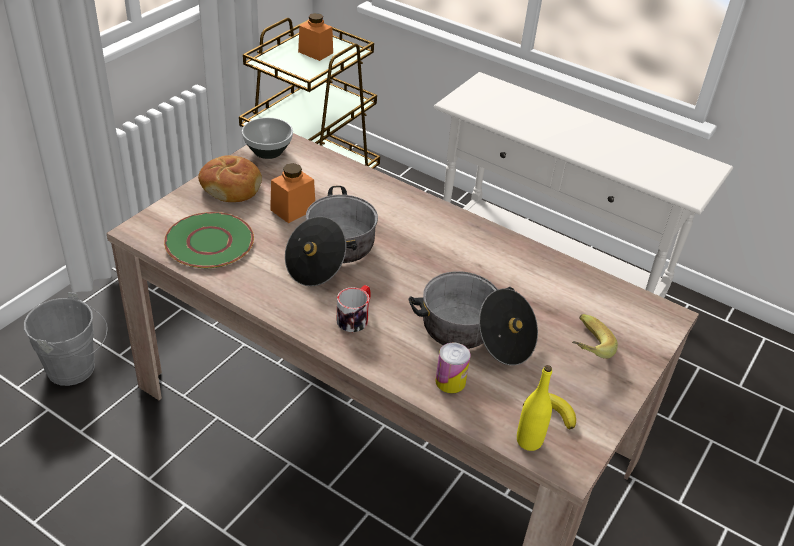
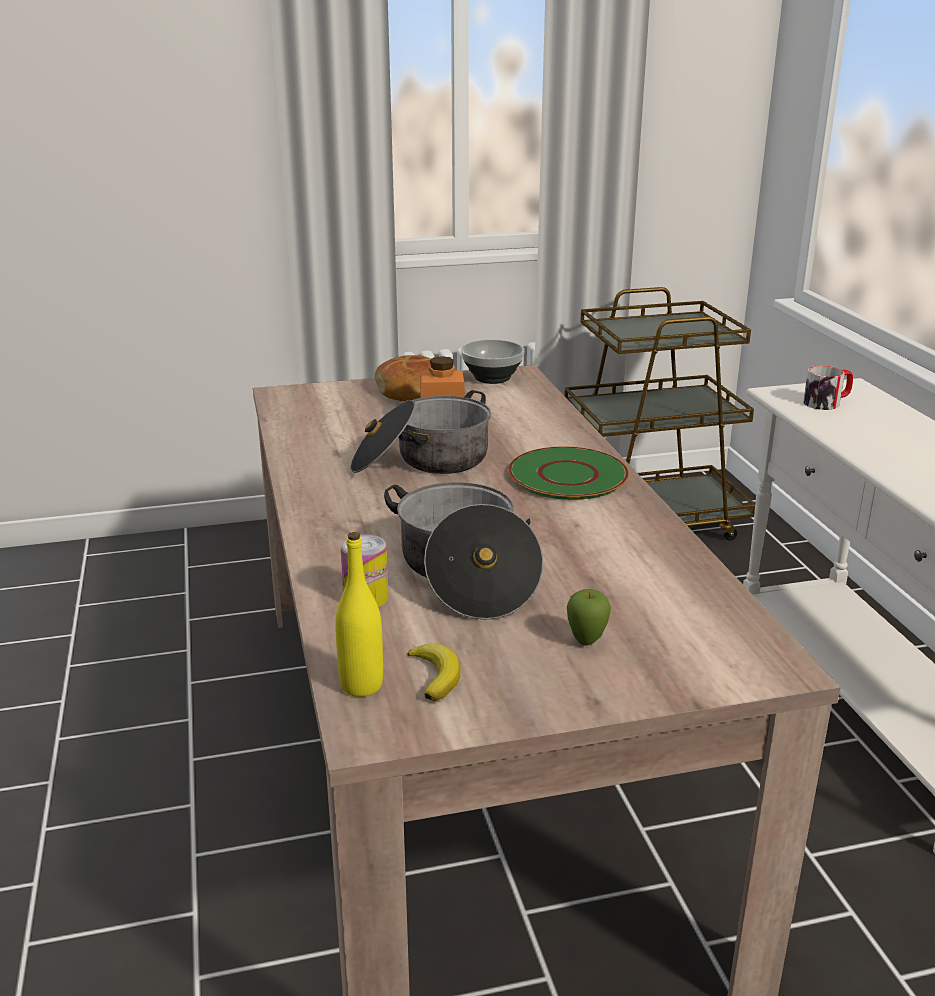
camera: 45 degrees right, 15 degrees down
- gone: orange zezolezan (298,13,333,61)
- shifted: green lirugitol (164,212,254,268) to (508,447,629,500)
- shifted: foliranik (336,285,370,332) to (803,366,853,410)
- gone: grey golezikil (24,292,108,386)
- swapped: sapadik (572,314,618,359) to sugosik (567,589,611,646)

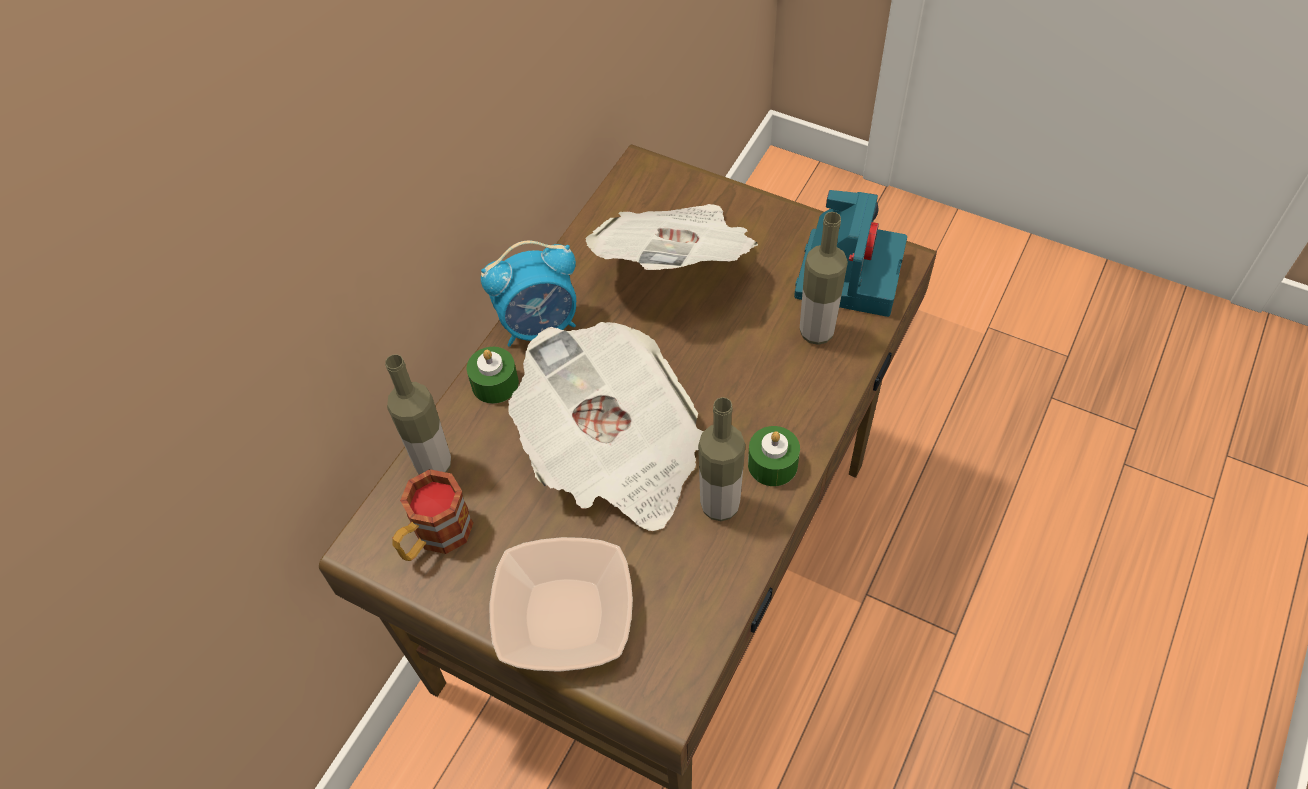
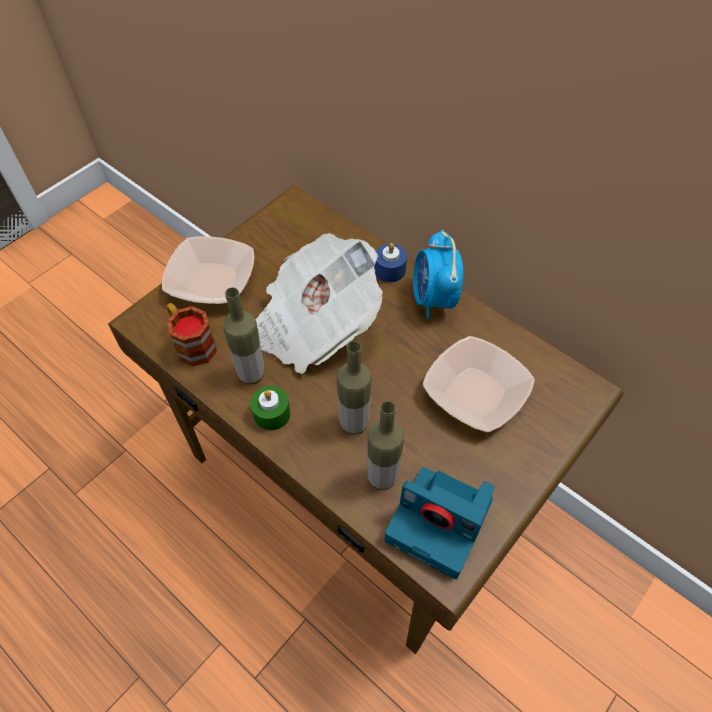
camera: 100 degrees right, 0 degrees up
- swapped: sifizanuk (585,204,758,270) to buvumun (423,336,535,432)
- repainted: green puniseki (467,347,519,404) to blue puniseki (374,243,407,282)
- shifted: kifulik (385,354,451,475) to (337,341,372,435)
- shifted: foliranik (393,469,473,561) to (166,303,217,367)

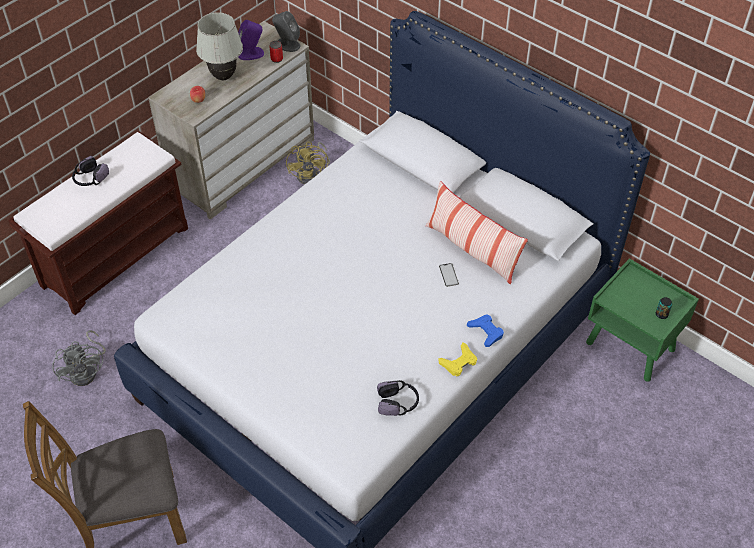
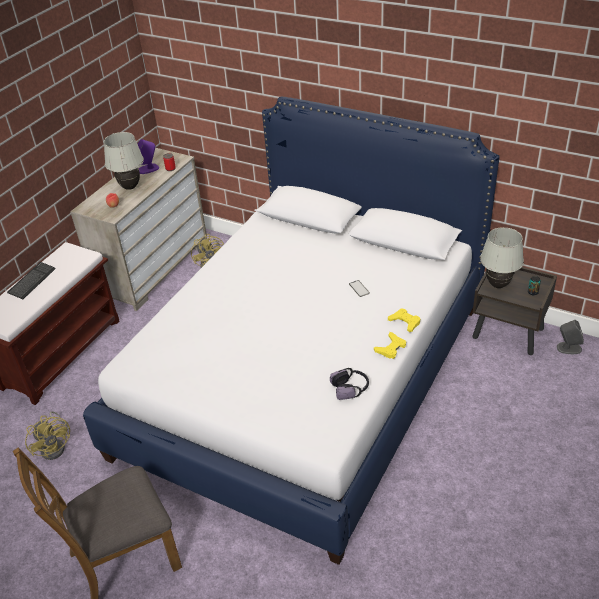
camera: 10 degrees left, 10 degrees down
- shifted: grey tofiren (272,11,301,52) to (557,320,584,354)
- swapped: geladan (72,156,109,186) to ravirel (7,262,56,299)
- gone: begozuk (426,181,528,284)
- repainted: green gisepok (586,258,699,382) to brown gisepok (472,267,557,355)
- repainted: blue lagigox (467,314,504,347) to yellow lagigox (388,308,420,332)
- repainted: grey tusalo (52,330,106,386) to yellow tusalo (25,411,70,460)
- new: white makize (480,227,524,288)

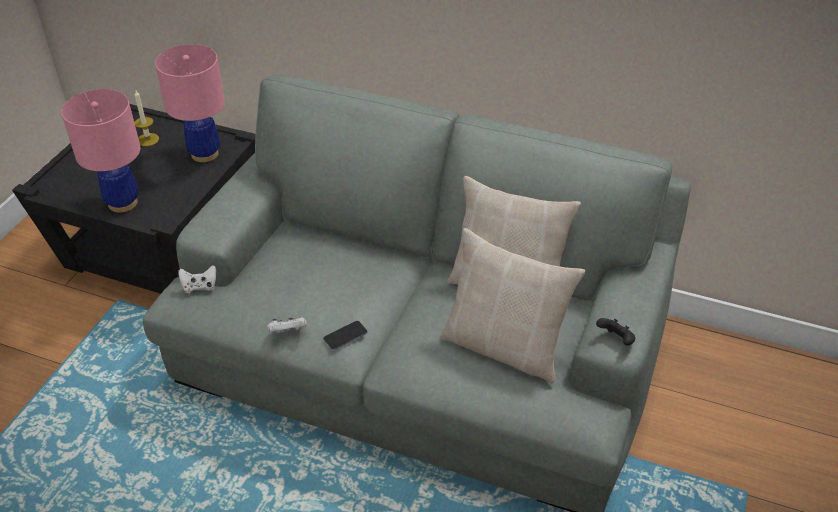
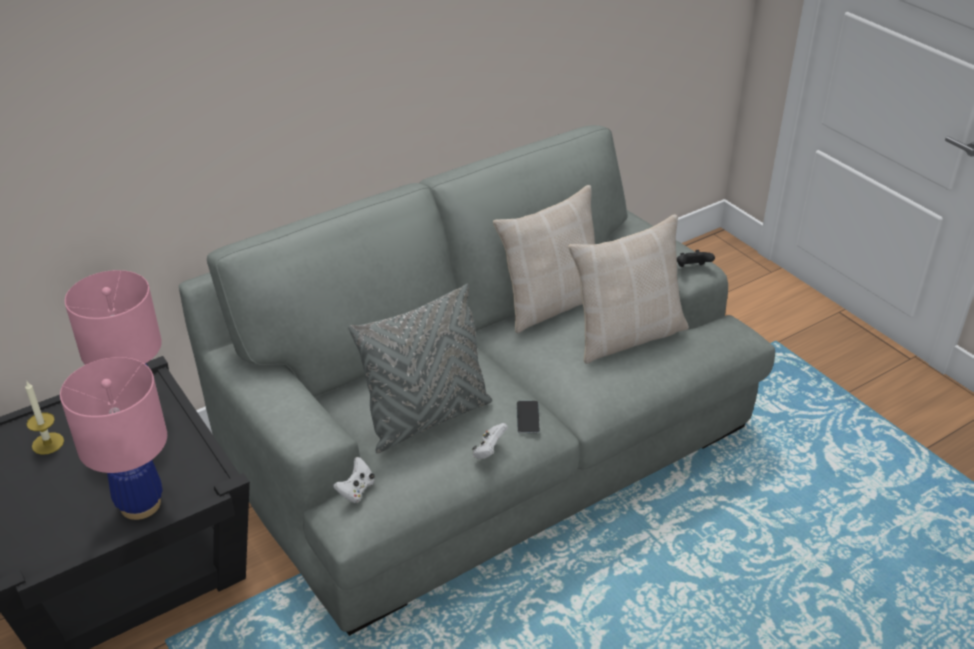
camera: 55 degrees left, 5 degrees down
- new: grey begozuk (348,283,492,453)

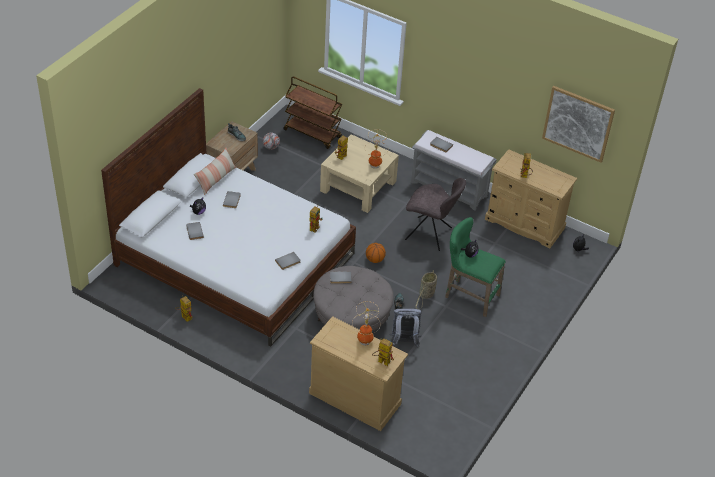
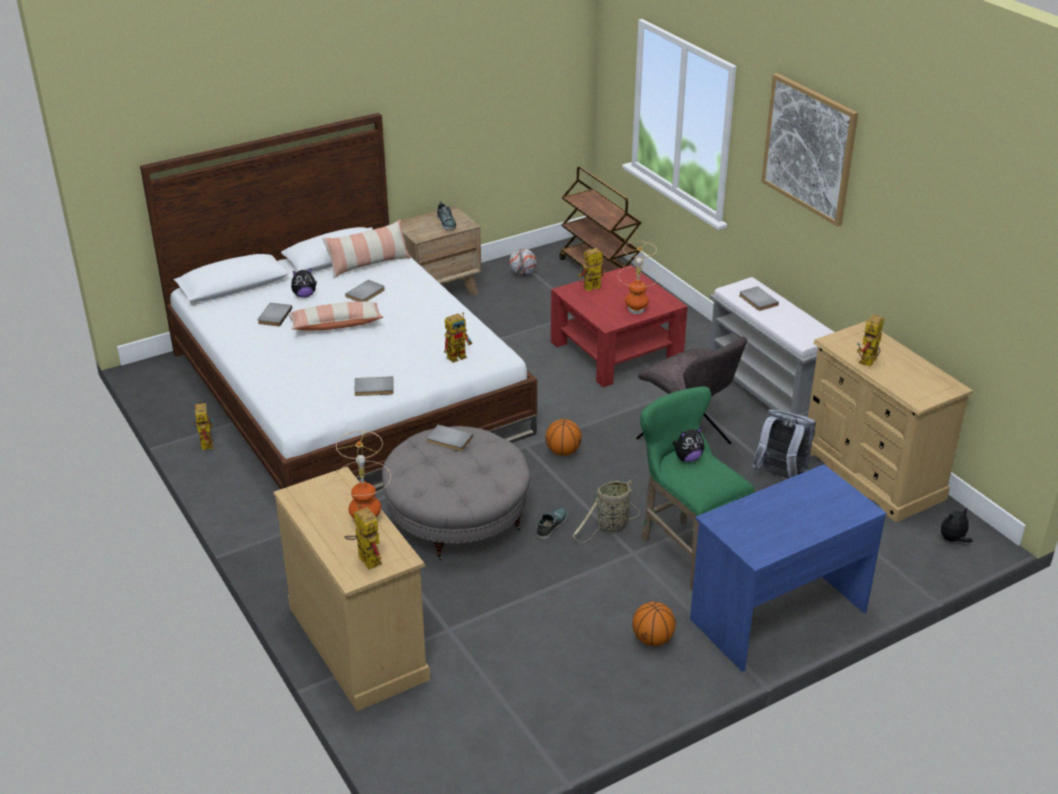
camera: 30 degrees right, 10 degrees down
- shifted: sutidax (542,86,615,163) to (761,73,858,227)
- repainted: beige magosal (320,134,399,213) to red magosal (551,265,688,387)
- shifted: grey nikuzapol (390,309,422,348) to (751,409,816,479)
- new: begozuk (288,302,383,330)
- new: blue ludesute (690,464,886,672)
- new: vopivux (632,602,676,646)

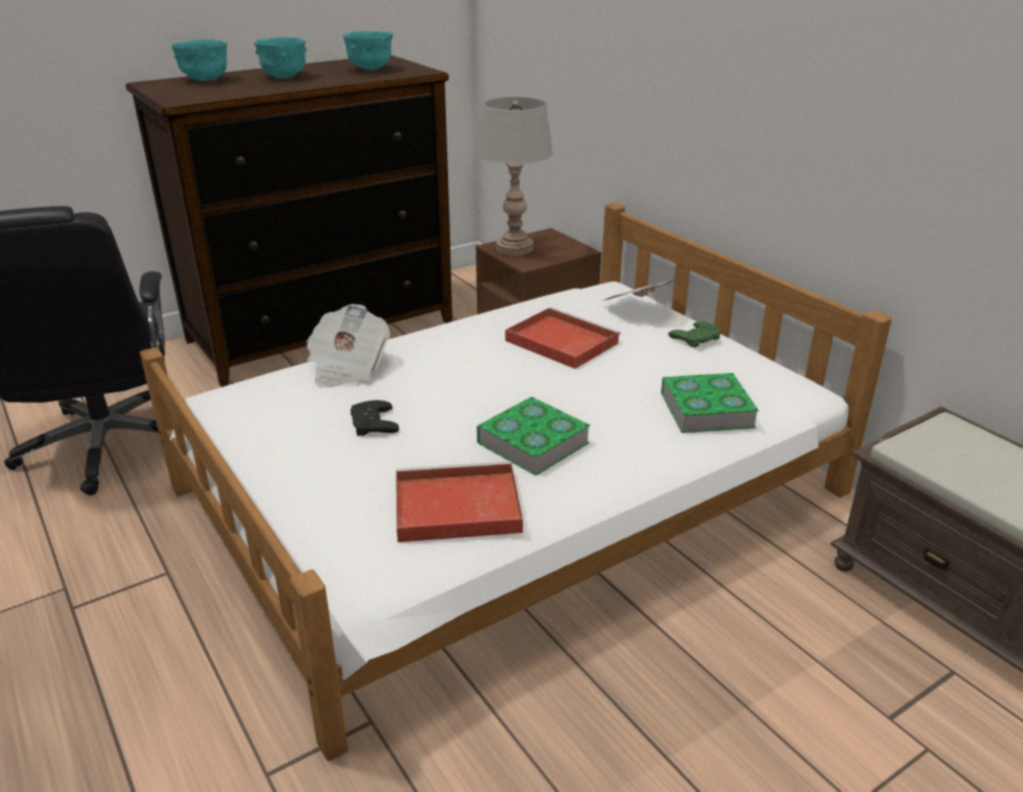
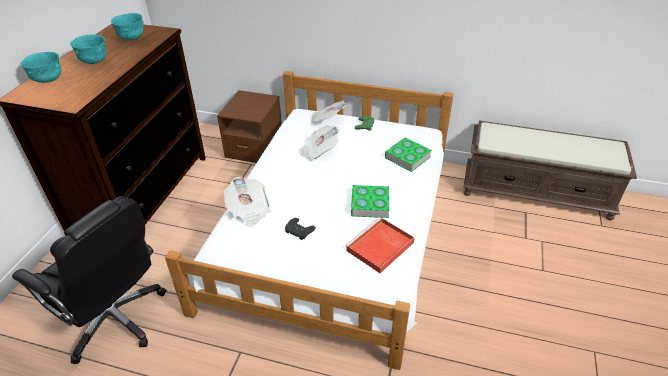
camera: 40 degrees left, 10 degrees up
- gone: grey makize (477,97,553,256)
- swapped: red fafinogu (505,307,621,369) to sifizanuk (298,125,339,161)

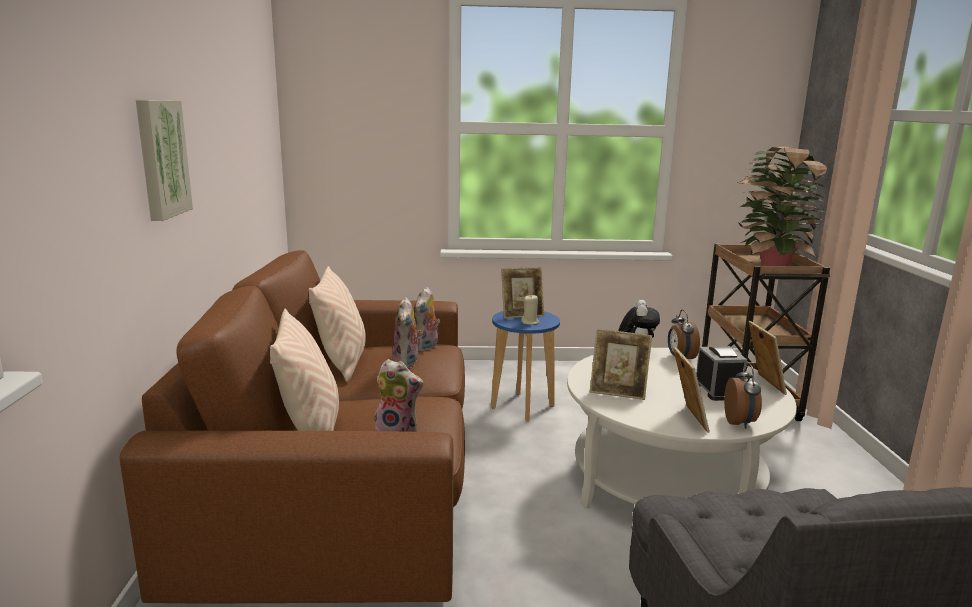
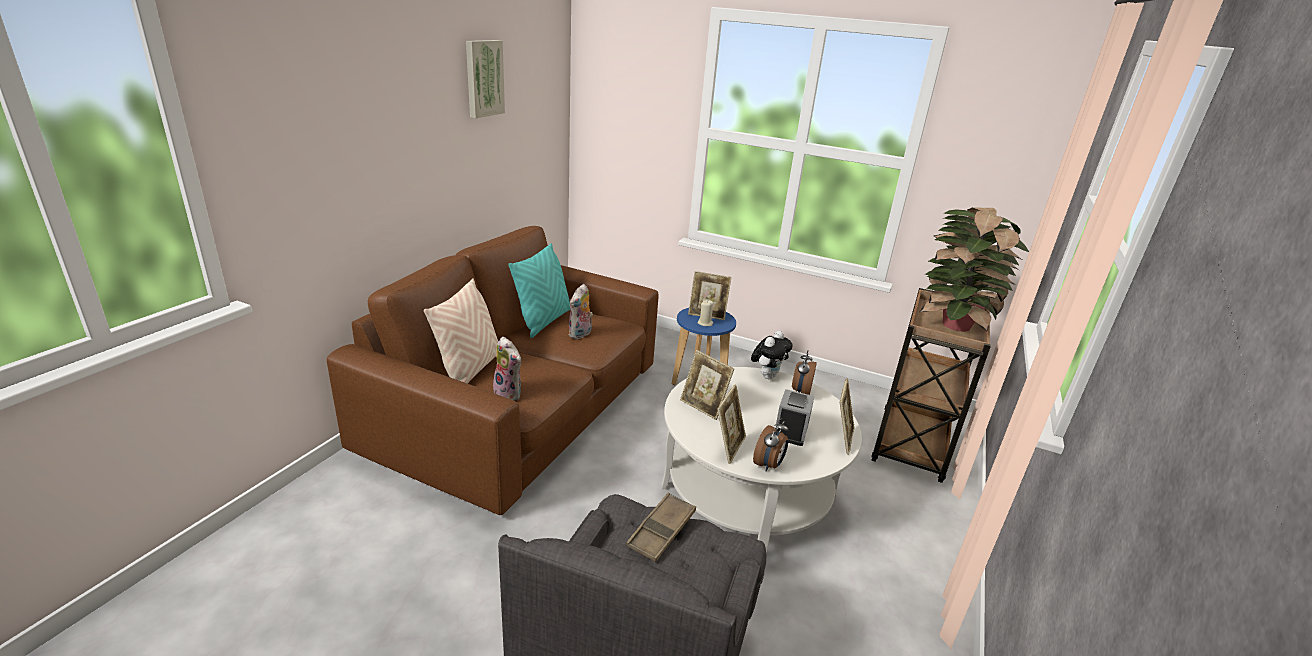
camera: 25 degrees right, 10 degrees up
- shifted: sutidax (136,100,193,221) to (466,40,505,118)
- repainted: beige begozuk (308,266,366,382) to turquoise begozuk (508,243,570,338)
- gone: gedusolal (414,287,440,351)
- new: brown fafinogu (626,493,696,562)

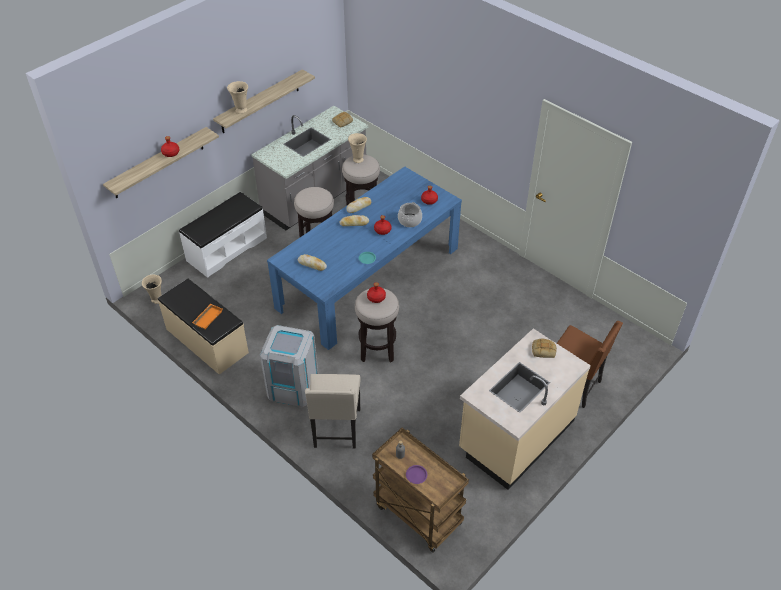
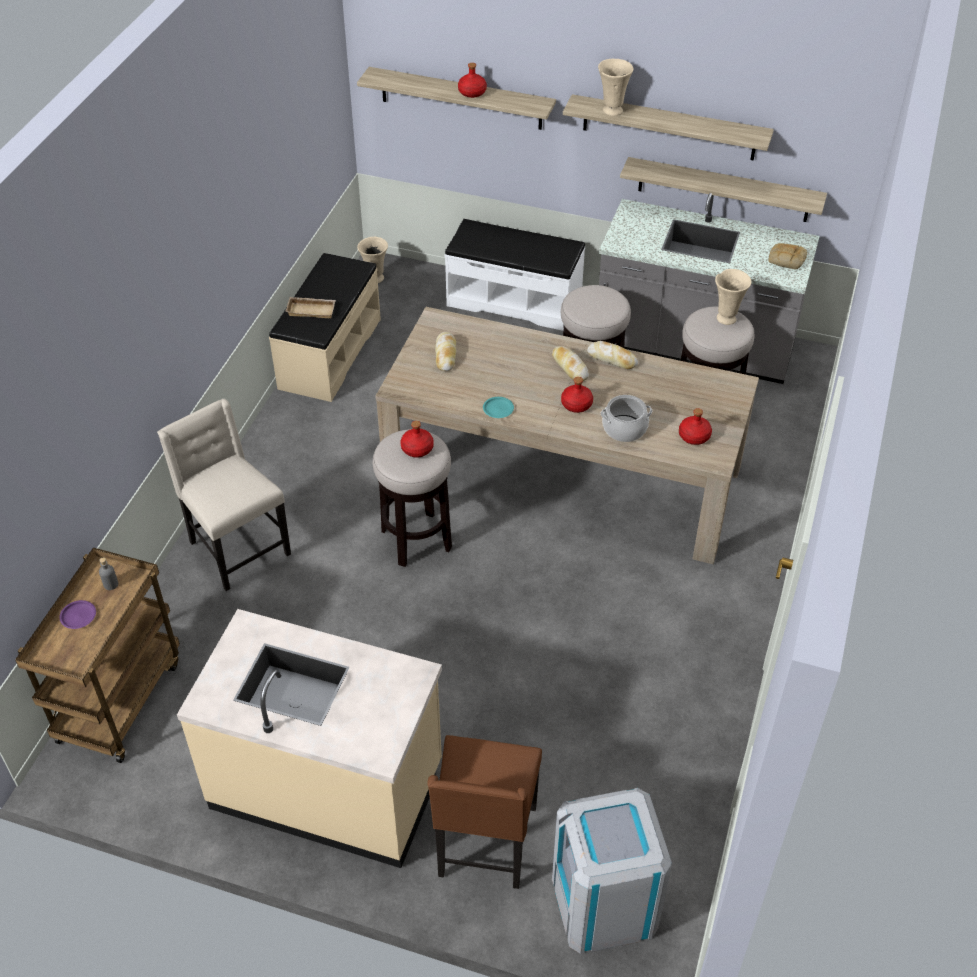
camera: 65 degrees right, 0 degrees up
- repainted: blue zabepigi (267,166,462,350) to beige zabepigi (375,307,759,564)
- repainted: orange fafinogu (192,304,223,329) to beige fafinogu (285,297,336,318)
- shifted: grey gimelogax (260,325,318,407) to (552,788,672,954)
- gone: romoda (532,338,557,358)
- rotated: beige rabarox (305,374,361,449) = (157,399,291,591) 75 degrees clockwise
- new: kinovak (620,157,827,222)

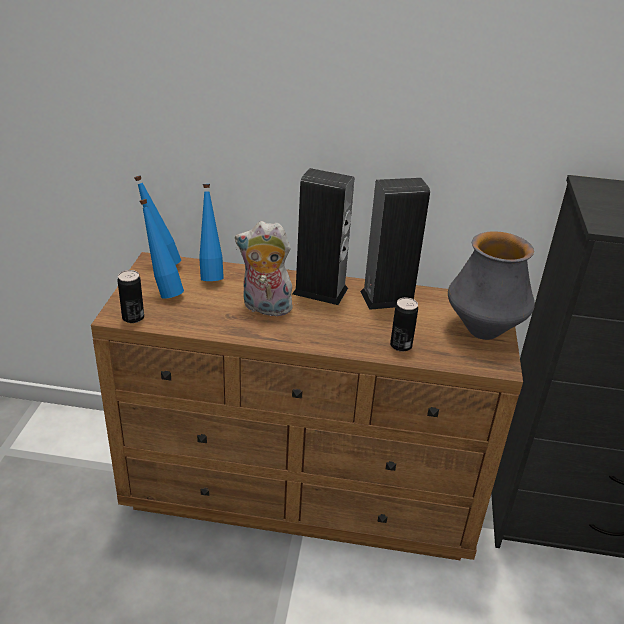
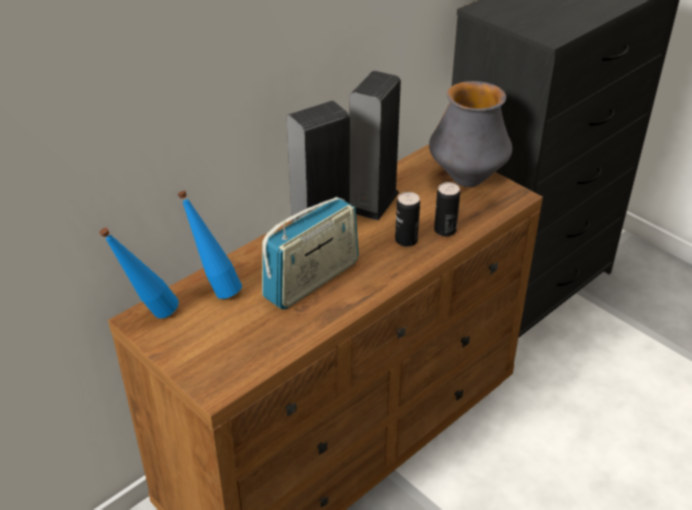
camera: 50 degrees left, 5 degrees up
- gone: blue kifulik (140,199,184,299)
- swapped: gedusolal (235,221,293,316) to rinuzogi (262,197,359,310)
- shifted: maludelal (117,270,144,323) to (395,192,420,247)

